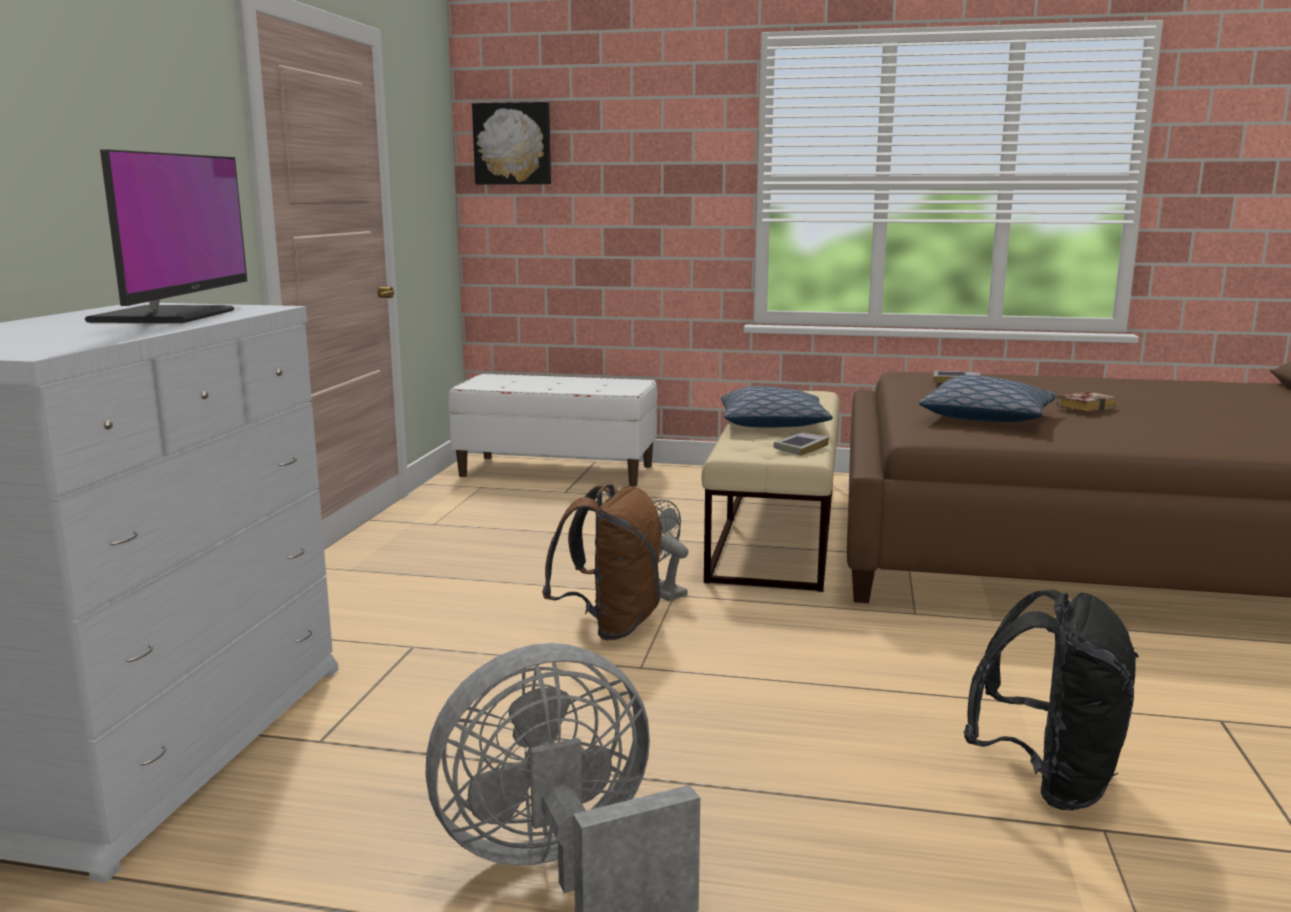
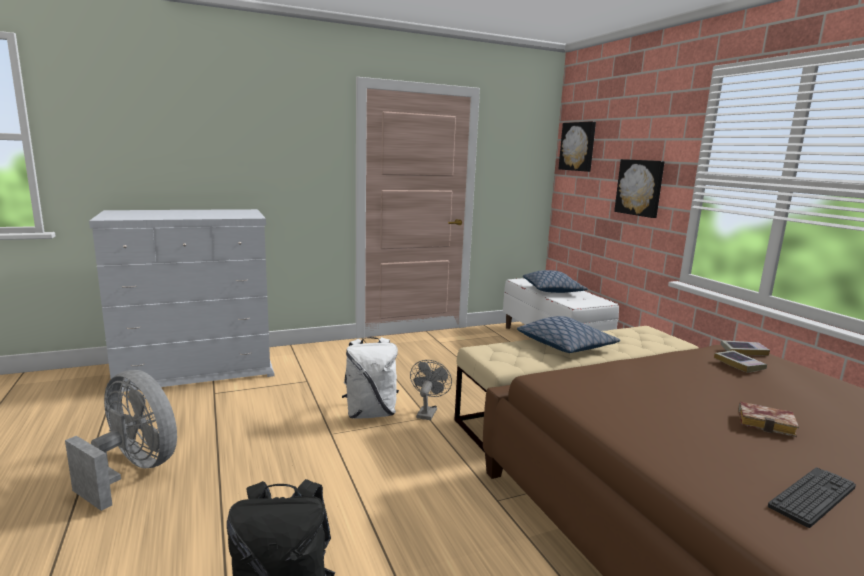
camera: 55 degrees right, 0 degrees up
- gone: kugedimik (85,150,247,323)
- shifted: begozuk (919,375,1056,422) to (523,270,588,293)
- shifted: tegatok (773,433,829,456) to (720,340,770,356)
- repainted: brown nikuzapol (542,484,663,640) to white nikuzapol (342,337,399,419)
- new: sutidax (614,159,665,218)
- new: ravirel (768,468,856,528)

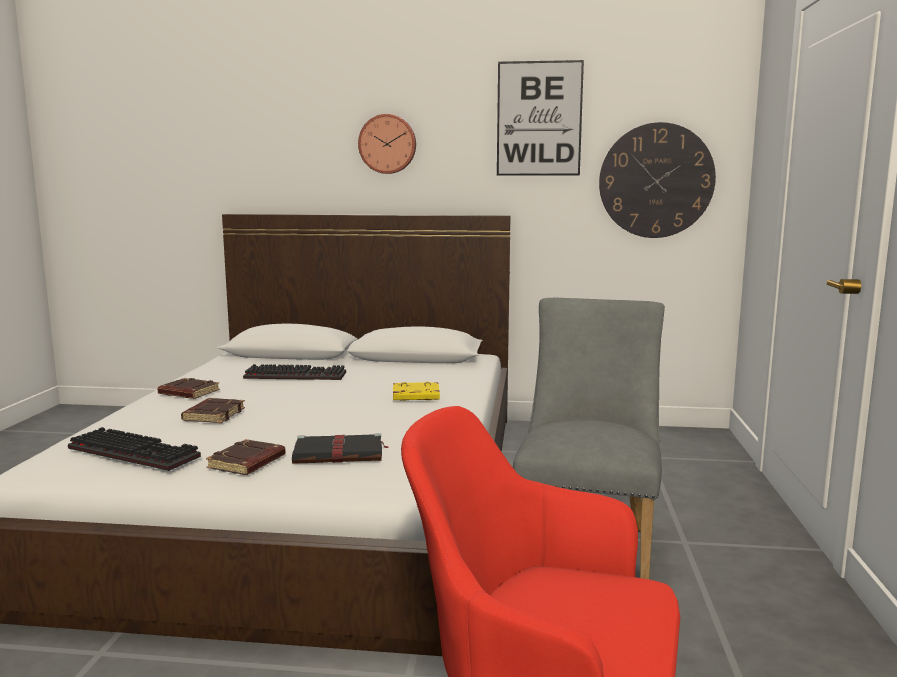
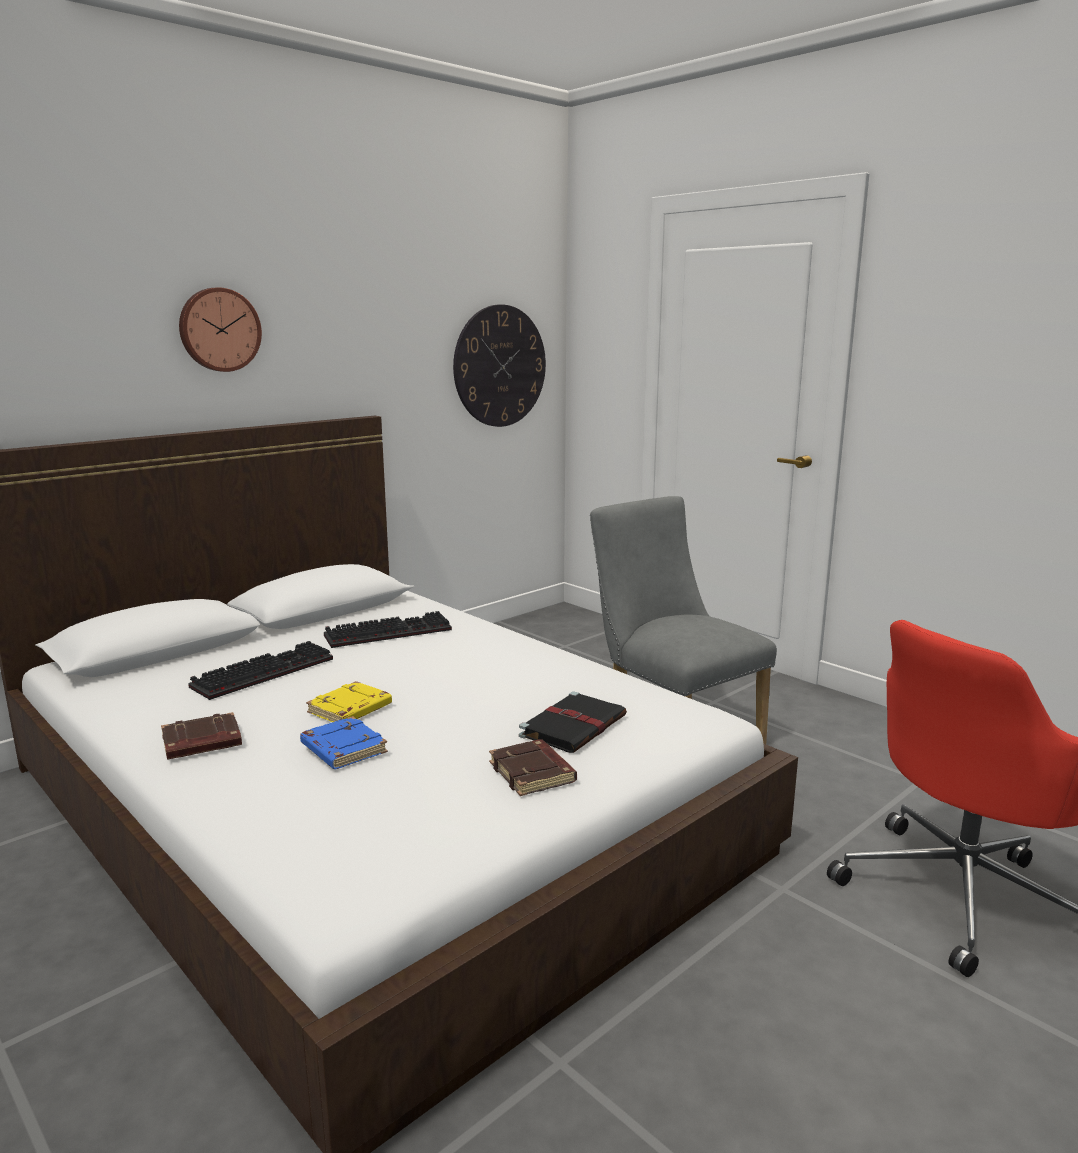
camera: 50 degrees left, 5 degrees up
- gone: sutidax (497,60,584,176)
- shifted: yellow tegatok (393,382,440,401) to (306,681,392,722)
- repainted: brown tegatok (181,398,245,423) to blue tegatok (300,716,388,769)
- shifted: ravirel (68,427,201,471) to (324,611,452,648)

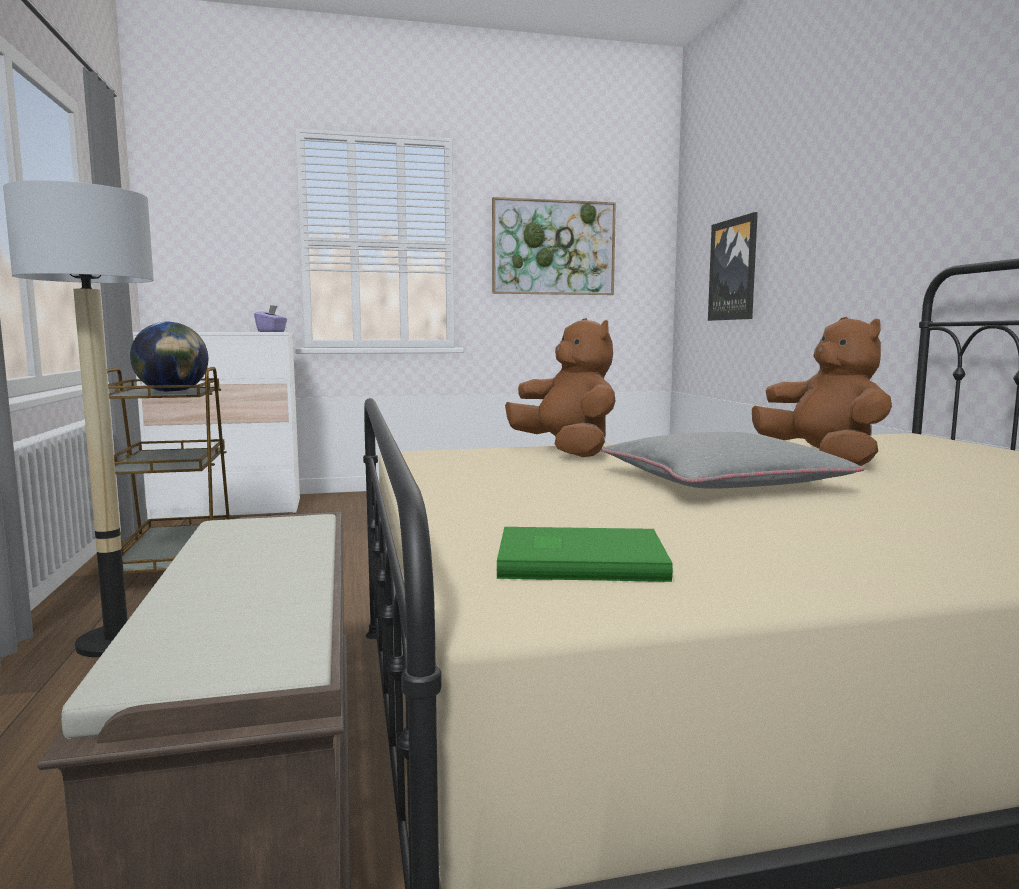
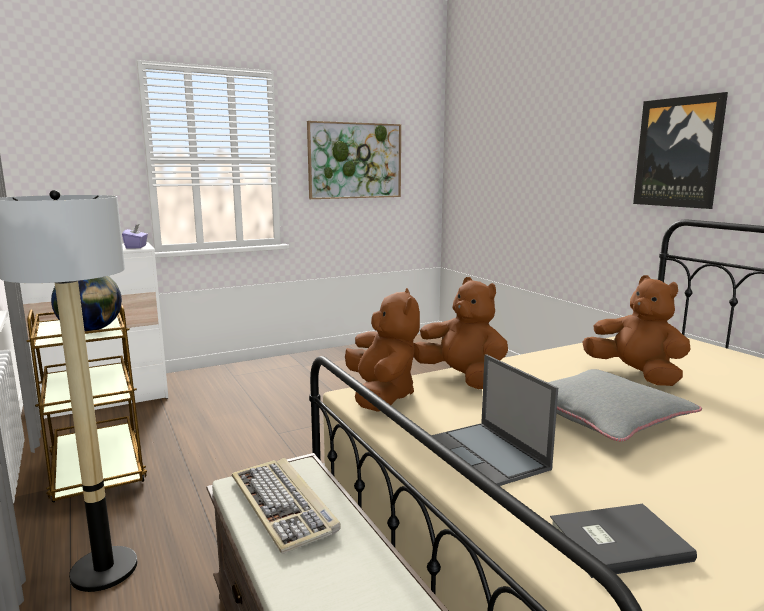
camera: 15 degrees left, 5 degrees up
- shifted: sutidax (708,212,758,321) to (633,92,728,209)
- repainted: green tegatok (497,527,673,582) to grey tegatok (550,504,697,578)
- new: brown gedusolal (345,288,420,412)
- new: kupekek (431,354,558,486)
- new: ravirel (232,458,341,554)

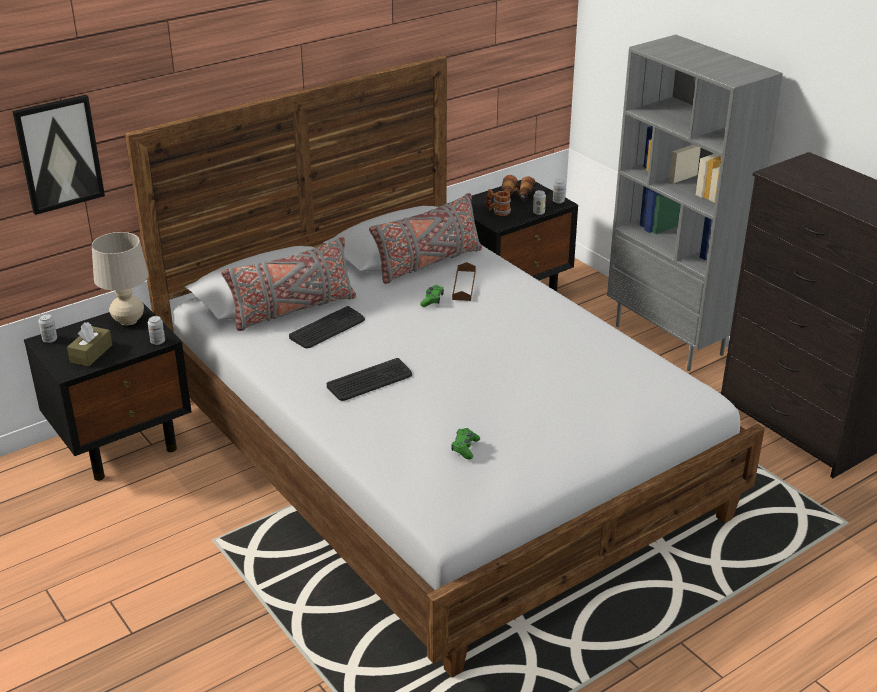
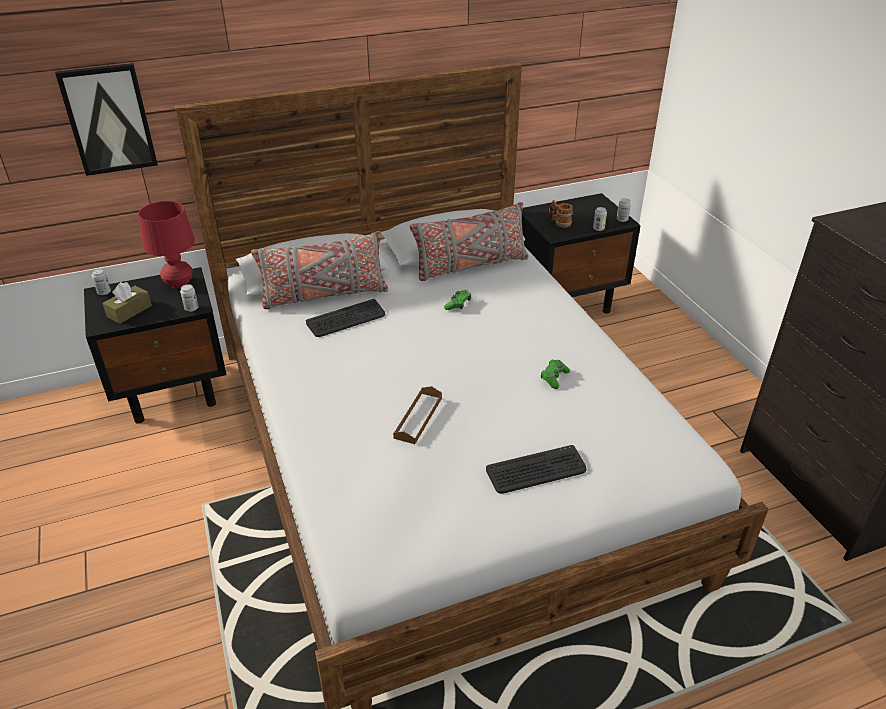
camera: 15 degrees right, 5 degrees up
- gone: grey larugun (607,35,783,371)
- gone: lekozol (501,175,536,202)
- repainted: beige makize (92,232,148,325) to red makize (138,201,195,288)
- shifted: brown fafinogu (452,262,476,301) to (393,386,442,444)
- shifted: ravirel (327,358,412,401) to (486,445,586,494)
- shifted: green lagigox (451,428,480,459) to (541,359,570,389)

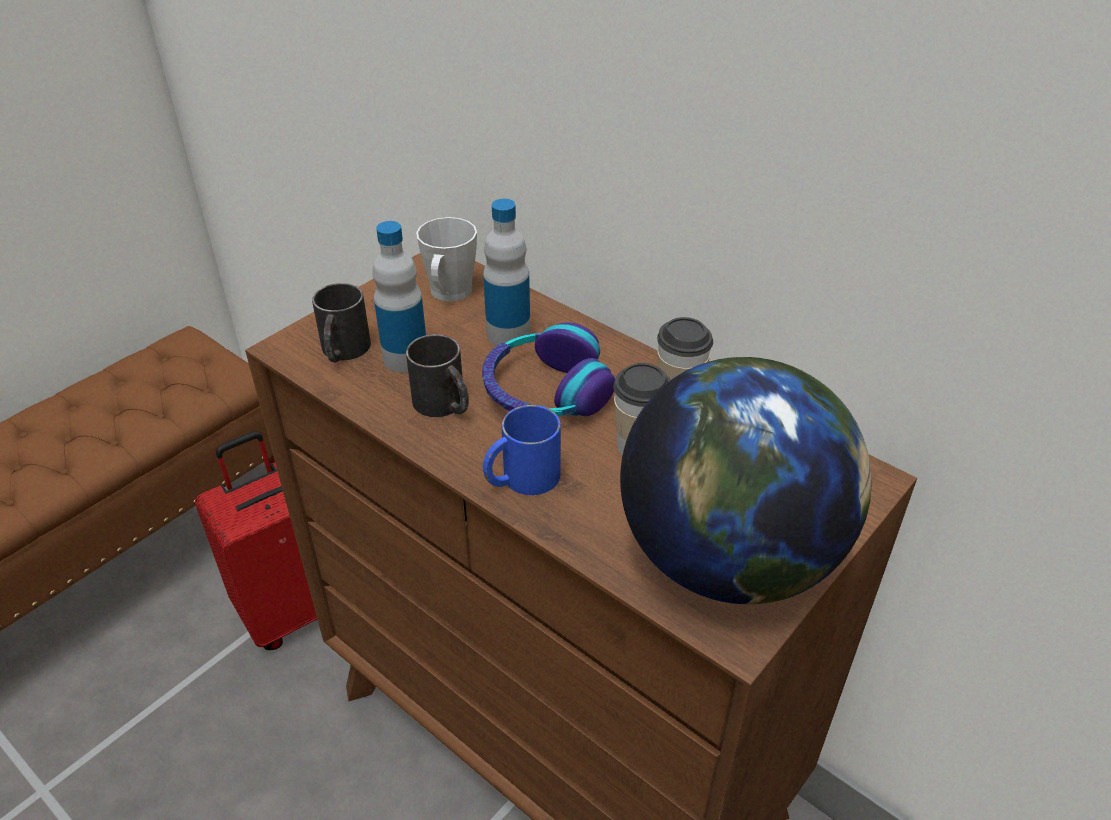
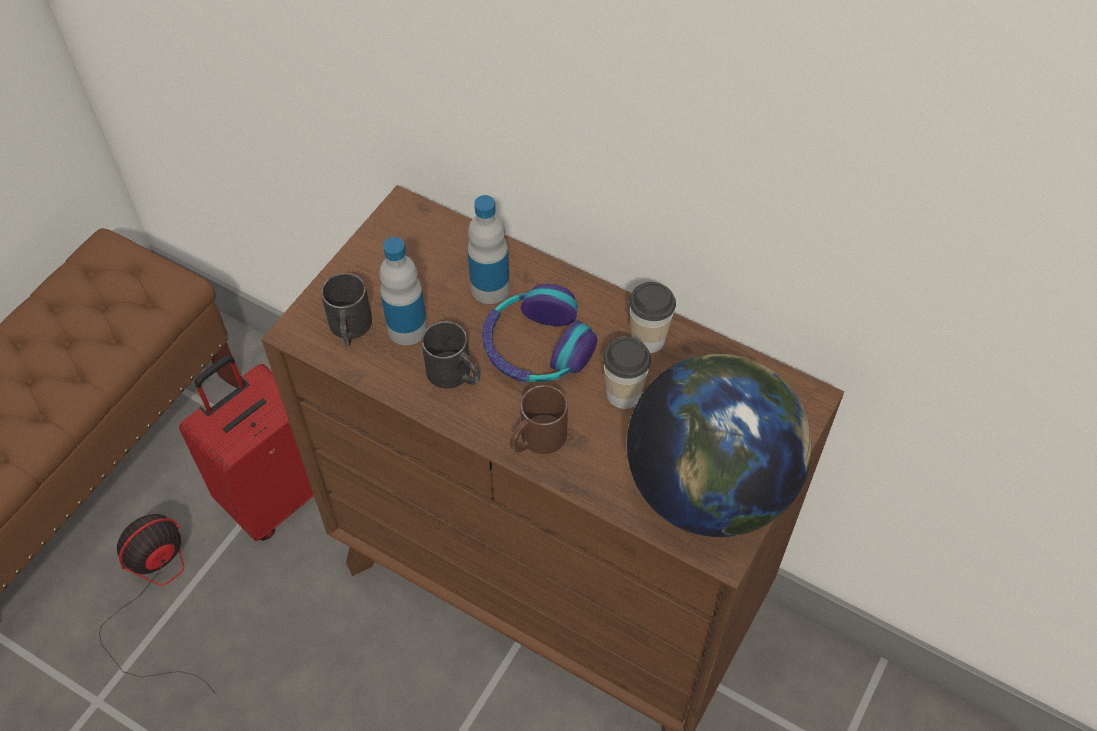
camera: 10 degrees left, 15 degrees up
- gone: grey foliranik (416,217,477,302)
- repainted: blue foliranik (483,405,561,495) to brown foliranik (510,385,568,454)
- new: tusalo (99,514,216,694)

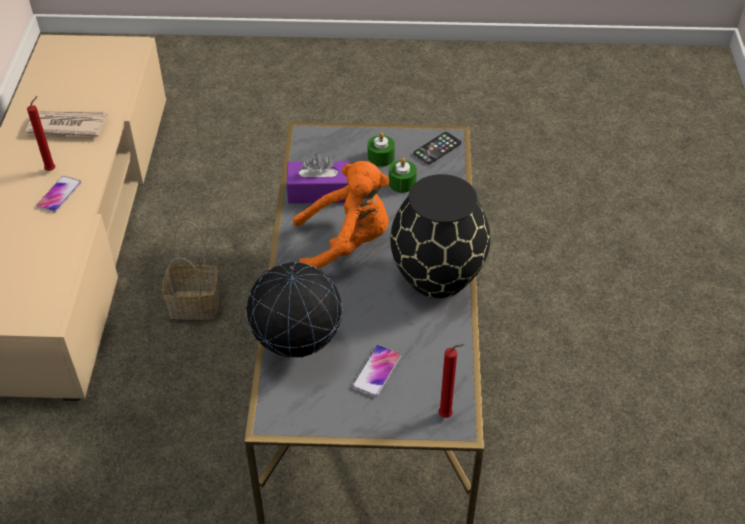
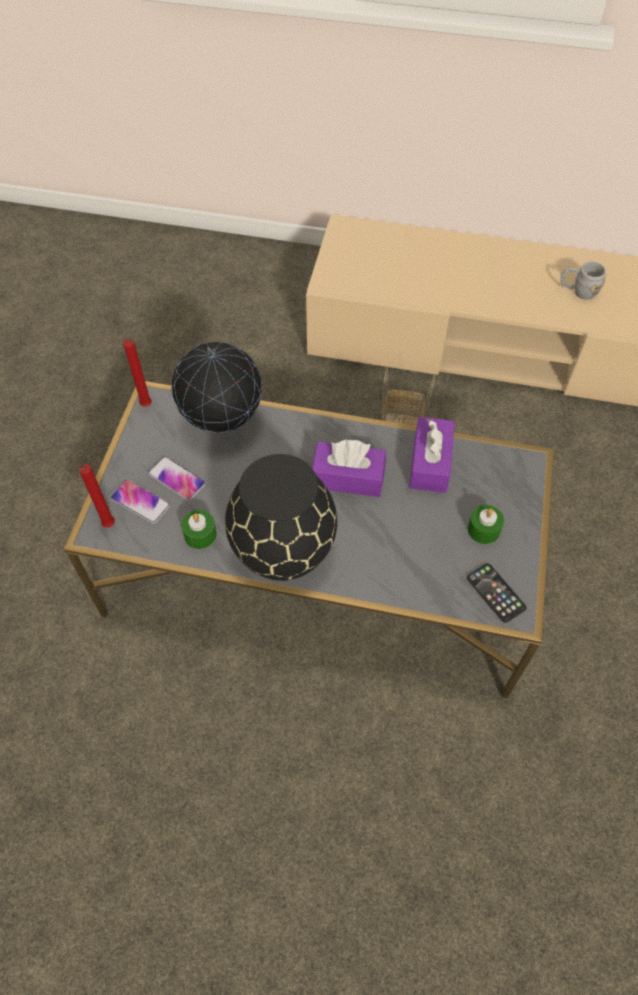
camera: 100 degrees right, 10 degrees up
- shifted: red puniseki (27,96,55,171) to (123,339,152,406)
- swapped: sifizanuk (26,111,107,137) to grey foliranik (560,261,606,300)
- shifted: green puniseki (389,158,417,193) to (181,510,217,549)
- swapped: orange gedusolal (293,161,389,268) to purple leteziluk (312,440,386,497)
- shifted: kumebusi (36,176,81,213) to (111,480,170,524)

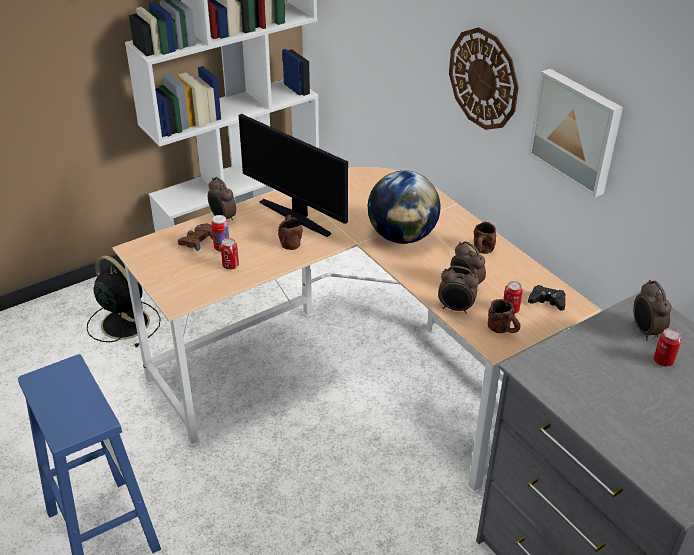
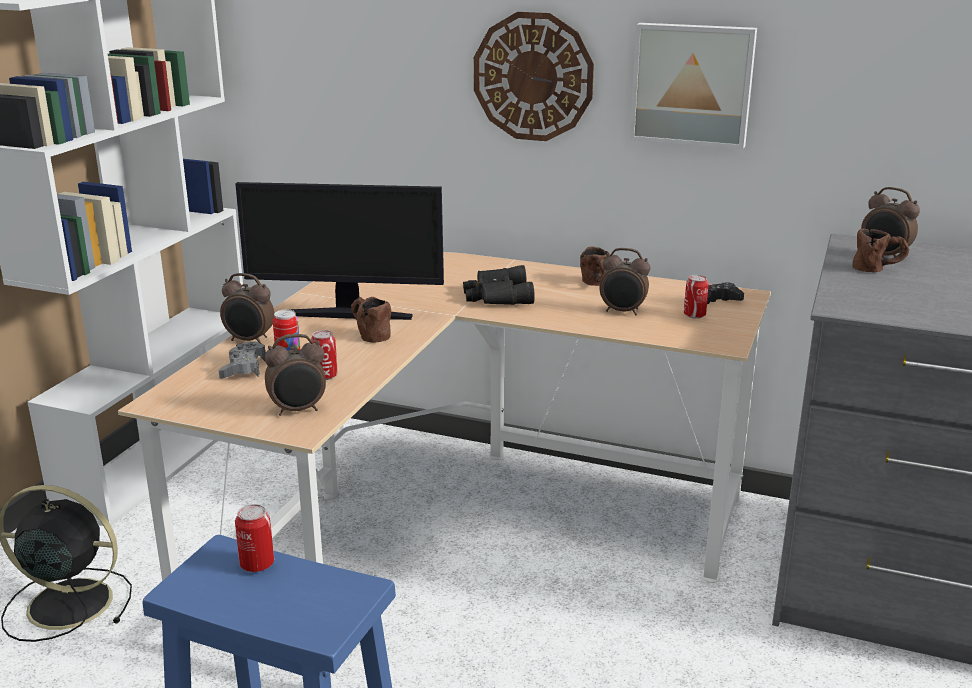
camera: 35 degrees left, 15 degrees down
- swapped: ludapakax (368,171,441,244) to black lekozol (463,265,535,305)
- repainted: brown lagigox (178,223,213,251) to grey lagigox (219,341,266,379)
- shifted: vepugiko (438,266,479,314) to (265,334,326,416)
- shifted: brown foliranik (488,299,521,333) to (852,229,909,272)
- shifted: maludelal (653,328,681,367) to (235,504,274,572)

